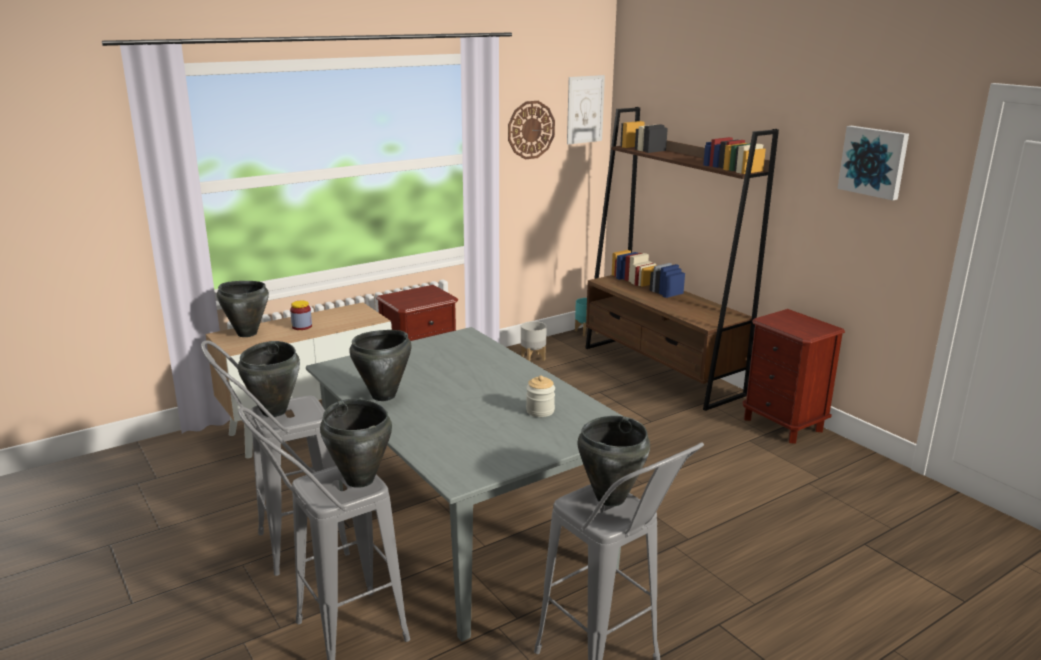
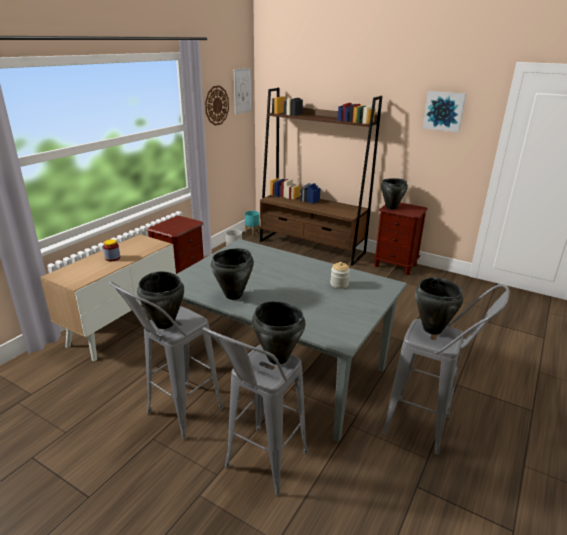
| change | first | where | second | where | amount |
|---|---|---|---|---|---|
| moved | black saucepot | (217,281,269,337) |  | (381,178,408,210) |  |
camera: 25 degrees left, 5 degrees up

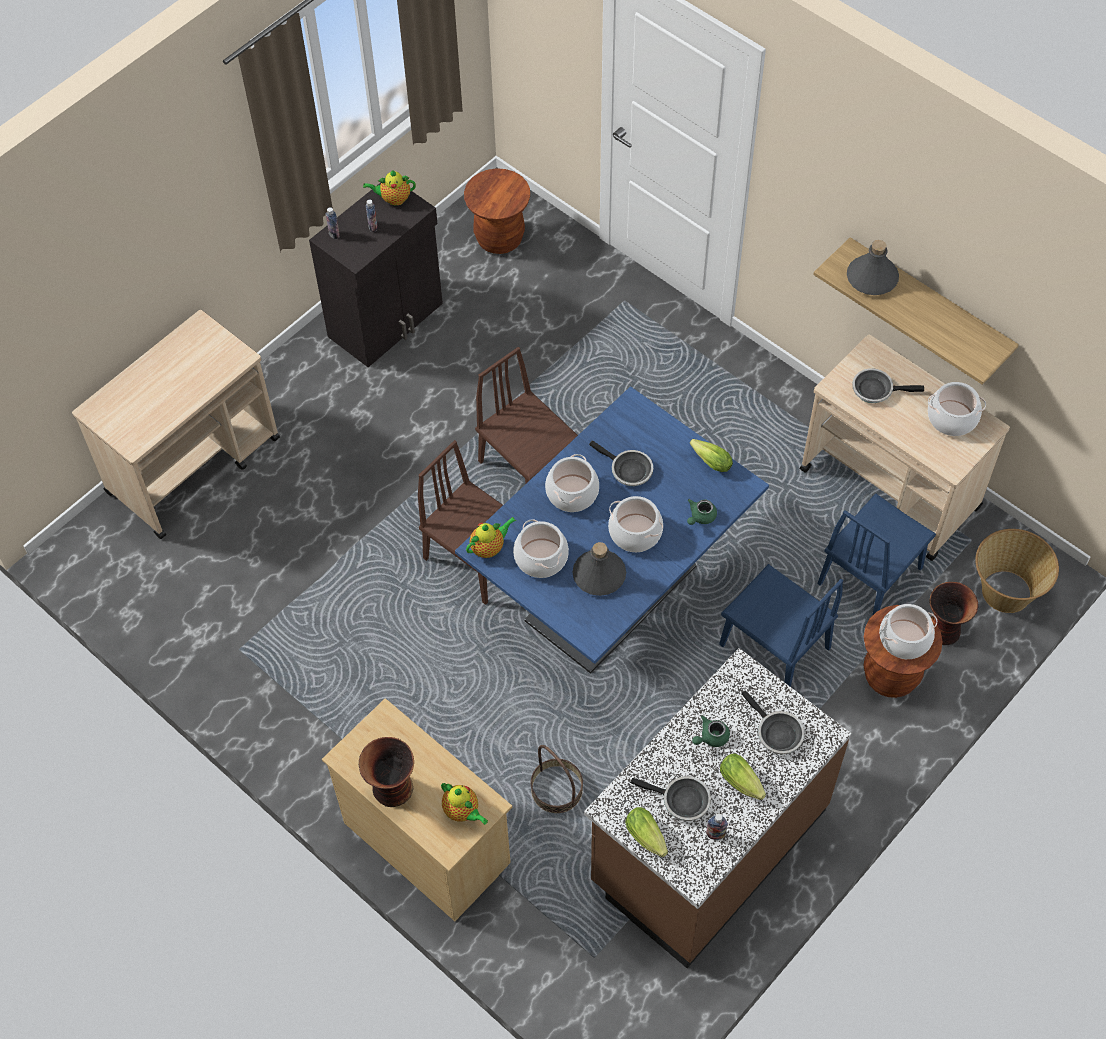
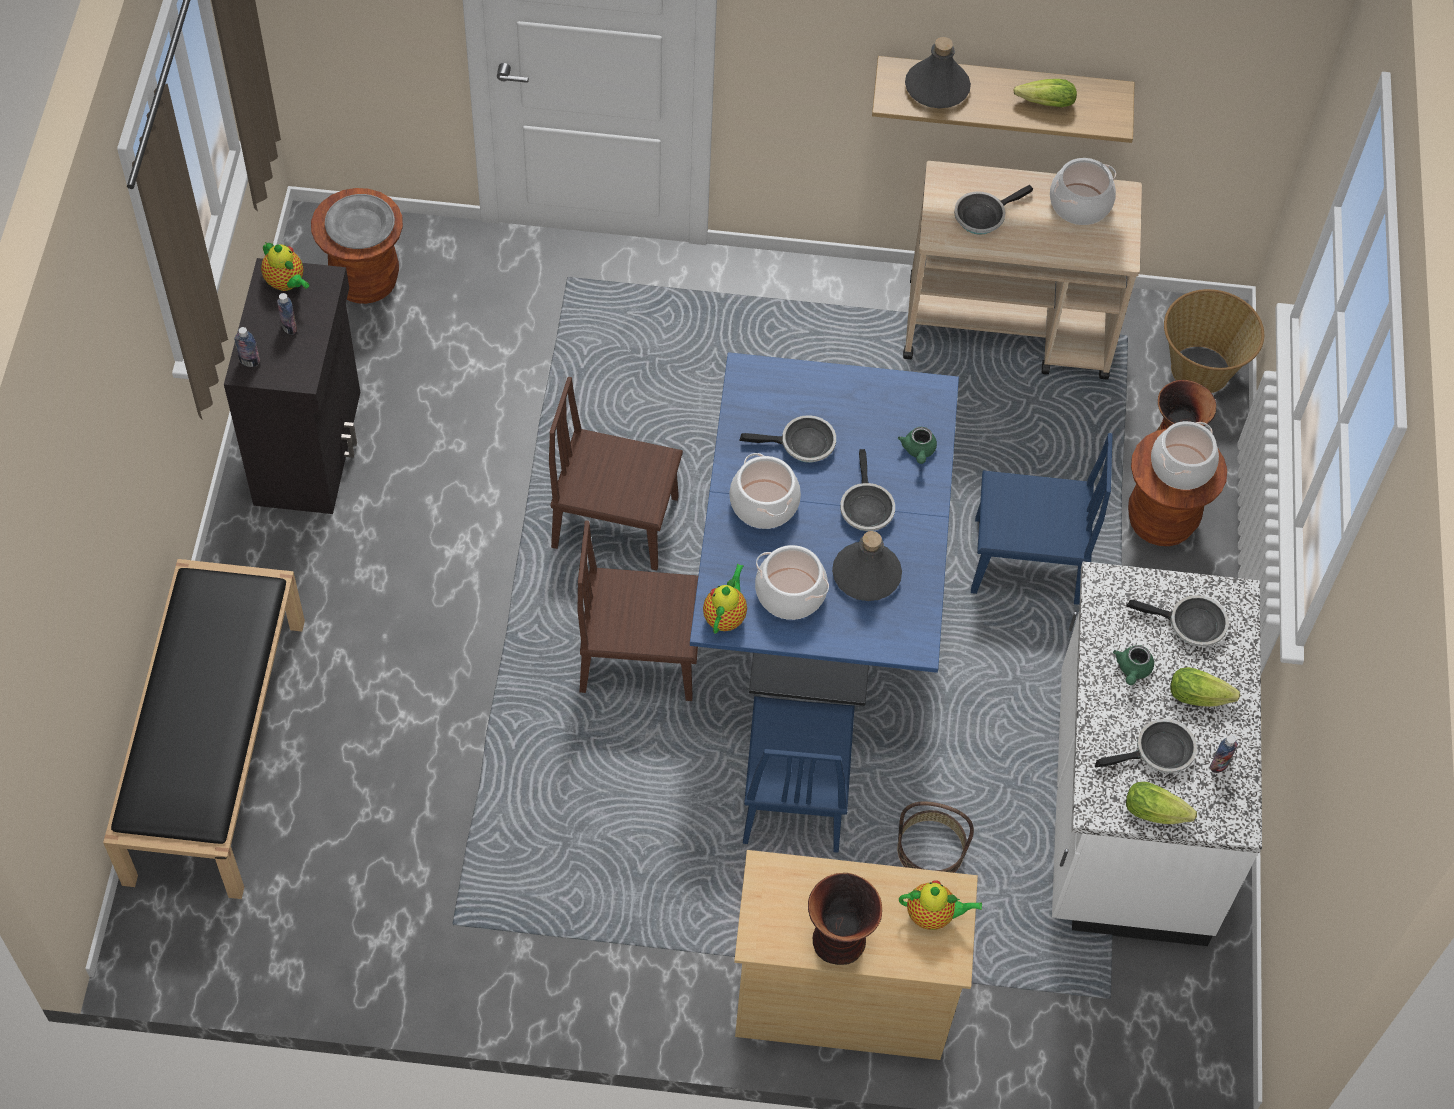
| change | first | where | second | where | amount |
|---|---|---|---|---|---|
| turned | pot for tea | (363,170,416,206) |  | (261,242,309,291) | 90 degrees counterclockwise |
| replaced | beige-coloured cart | (72,310,280,539) | black long seat | (103,559,305,899) |  |
| moved | head of lettuce | (690,439,733,472) |  | (1013,79,1077,107) |  |
| moved | blue-coloured upright chair | (817,494,936,616) |  | (743,696,855,853) |  |
| replaced | saucepot | (608,496,663,552) | skillet | (840,449,895,531) |  |
| recoloured | brownish kitchen base unit | (584,648,852,968) | white-coloured kitchen base unit | (1052,561,1262,946) |  |
| added |  |  | greyish plate | (325,194,395,249) |  |
camera: 40 degrees left, 0 degrees up

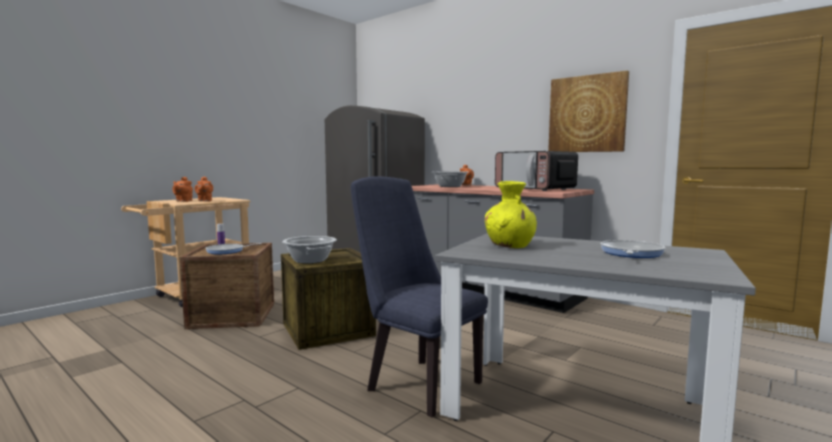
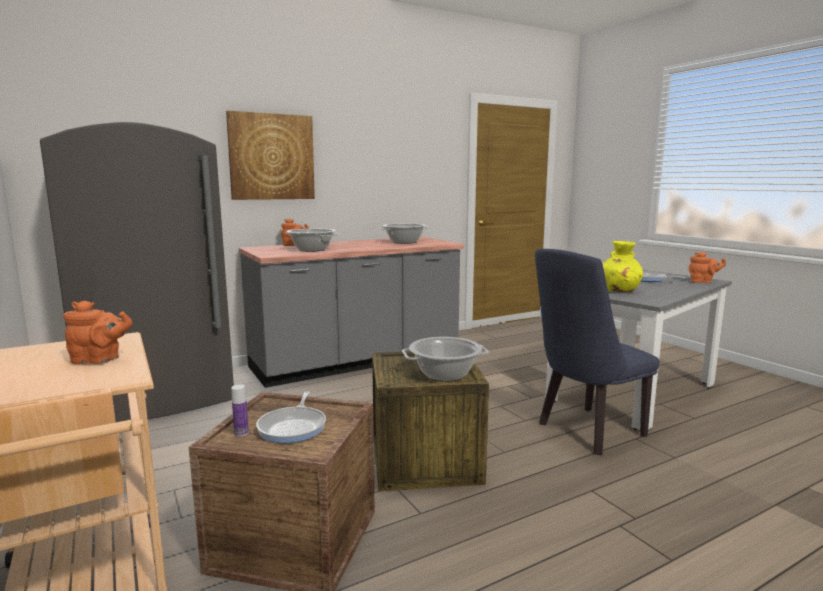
| change | first | where | second | where | amount |
|---|---|---|---|---|---|
| moved | wall picture | (548,71,629,152) |  | (226,111,315,200) |  |
| replaced | microwave oven | (495,151,578,191) | saucepot | (379,223,430,244) |  |
| moved | orange pot for tea | (172,177,193,202) |  | (688,252,726,283) |  |
camera: 70 degrees left, 5 degrees up

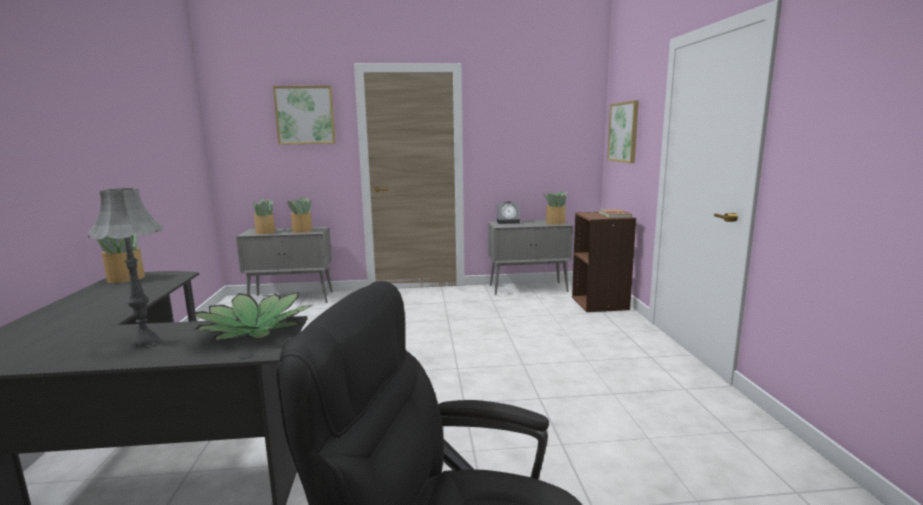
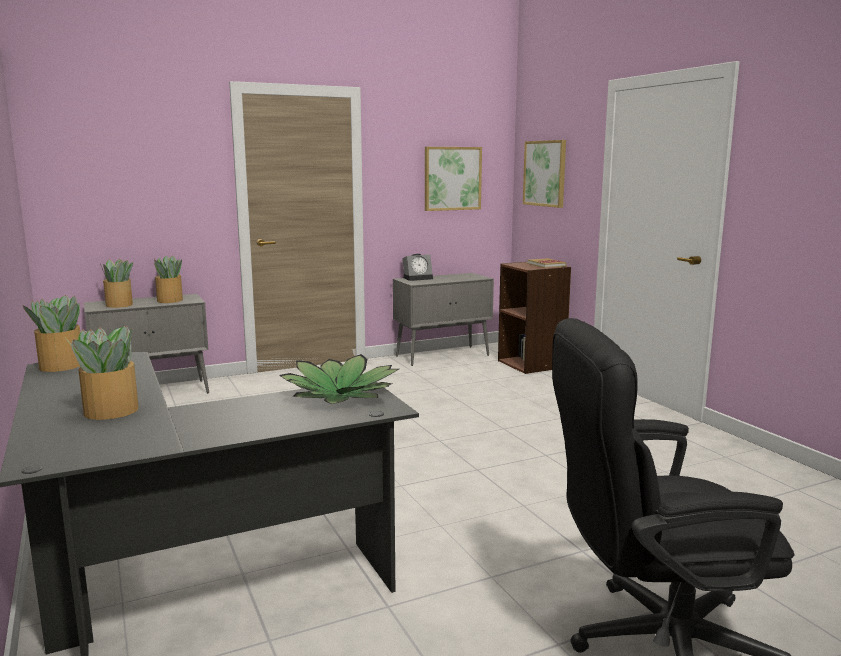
| change | first | where | second | where | amount |
|---|---|---|---|---|---|
| moved | wall picture | (273,86,336,145) |  | (425,147,482,211) |  |
| removed | greyish lamp for a table | (88,188,163,348) |  |  |  |
| moved | potted plant | (543,191,567,225) |  | (63,325,139,420) |  |
camera: 20 degrees left, 0 degrees up

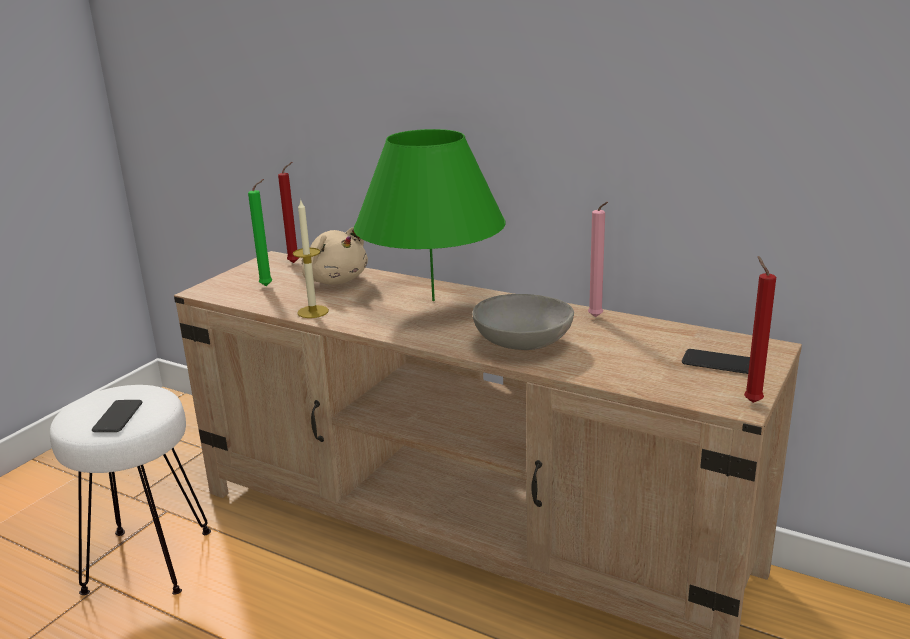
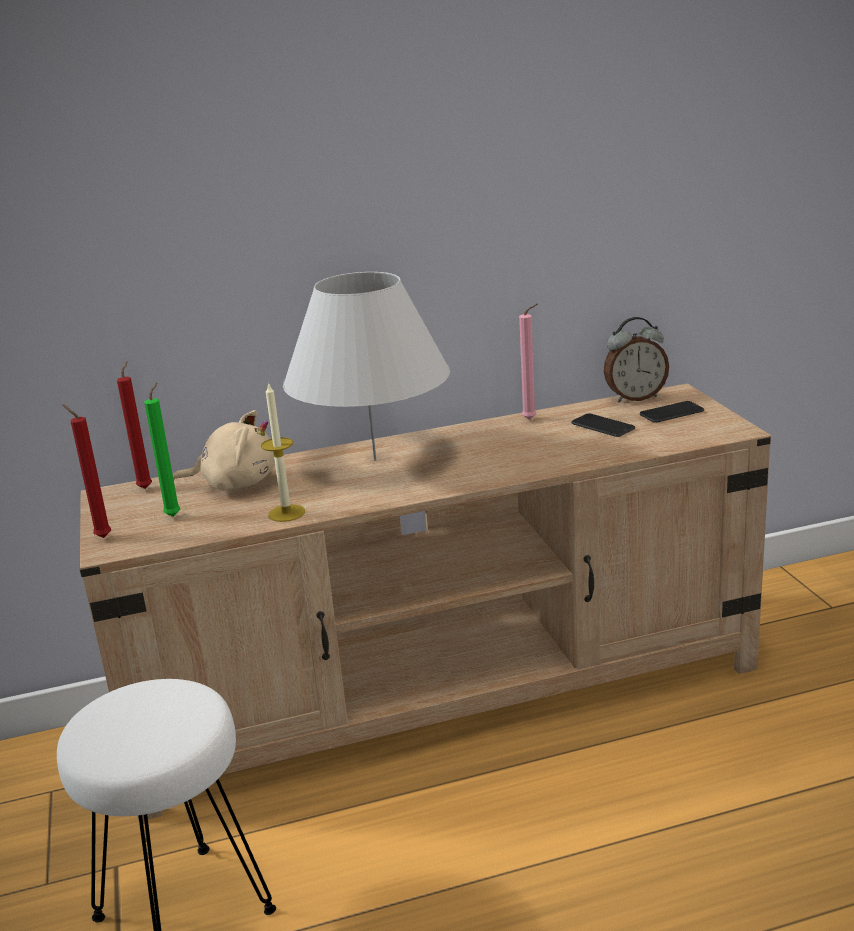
| change | first | where | second | where | amount |
|---|---|---|---|---|---|
| recoloured | green lamp for a table | (354,129,505,301) | white-coloured lamp for a table | (283,272,450,461) |  |
| moved | reddish candle | (744,256,776,403) |  | (62,404,111,538) |  |
| removed | greyish bowl | (472,294,574,350) |  |  |  |
| moved | telephone | (92,400,142,432) |  | (571,413,635,437) |  |
| added |  |  | bedside clock | (604,317,669,402) |  |
camera: 45 degrees left, 0 degrees up

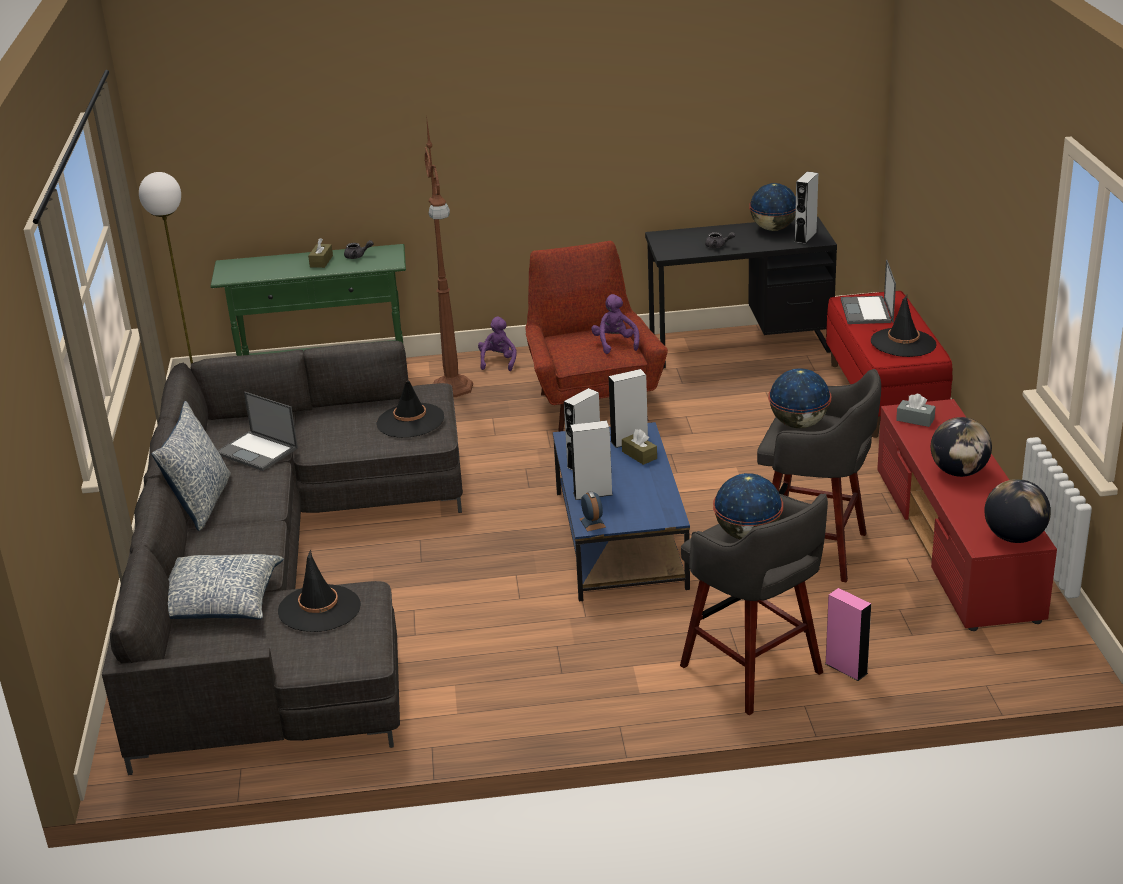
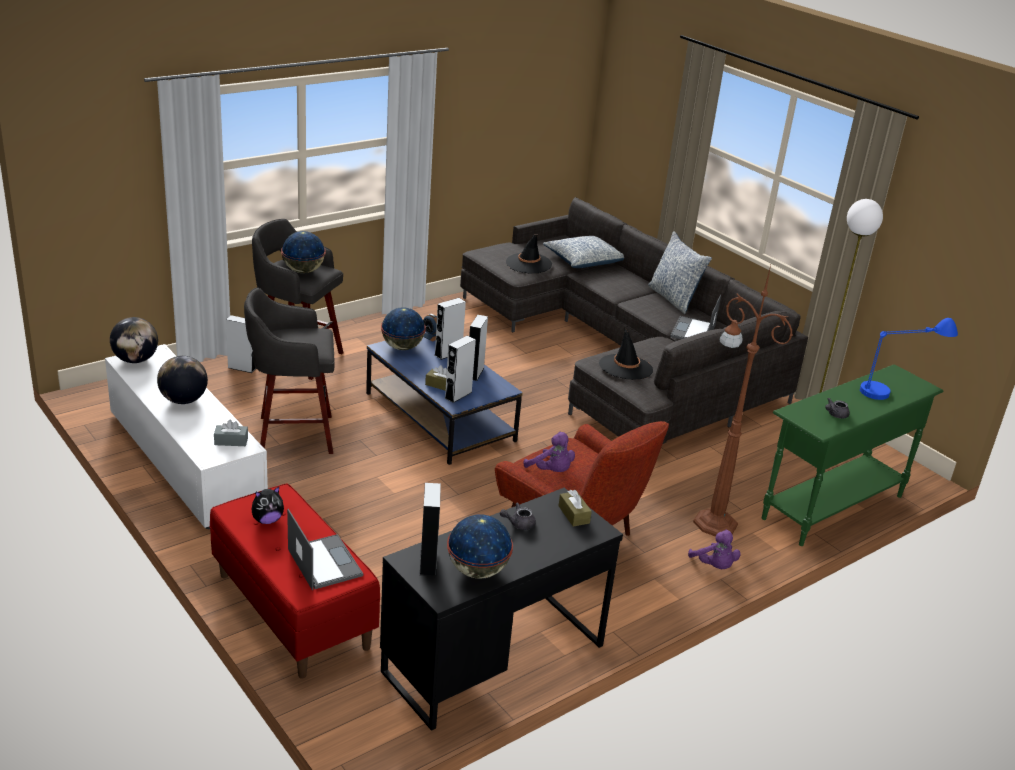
| change | first | where | second | where | amount |
|---|---|---|---|---|---|
| moved | brownish tissue box | (308,238,333,268) |  | (559,490,592,527) |  |
| replaced | black wearable hat | (871,295,937,357) | plush toy | (252,487,284,524) |  |
| moved | desk globe | (768,368,831,428) |  | (381,307,426,350) |  |
| turned | notebook computer | (218,391,298,471) |  | (670,294,721,339) | 75 degrees counterclockwise |
| recoloured | reddish tv unit | (877,399,1057,631) | white-coloured tv unit | (105,344,268,529) |  |
| recoloured | pink loudspeaker | (825,588,871,681) | greyish loudspeaker | (226,315,255,373) |  |
| added |  |  | blue-coloured lamp for a table | (860,318,958,400) |  |
camera: 145 degrees right, 0 degrees up

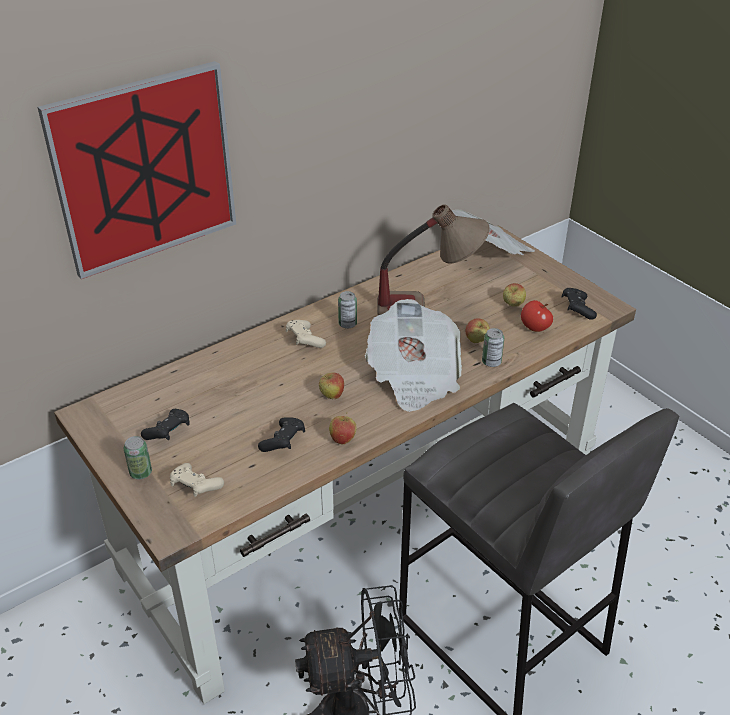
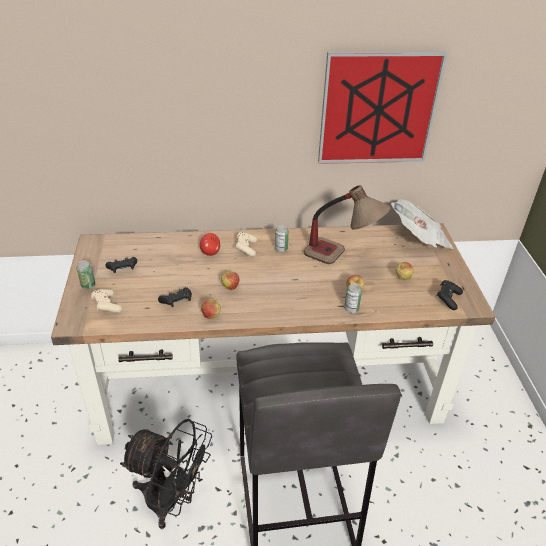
| change | first | where | second | where | amount |
|---|---|---|---|---|---|
| moved | wall picture | (38,61,236,279) |  | (318,51,448,164) |  |
| removed | daily paper | (365,299,462,412) |  |  |  |
| moved | whole apple | (521,300,553,332) |  | (200,233,220,256) |  |
camera: 30 degrees right, 0 degrees up

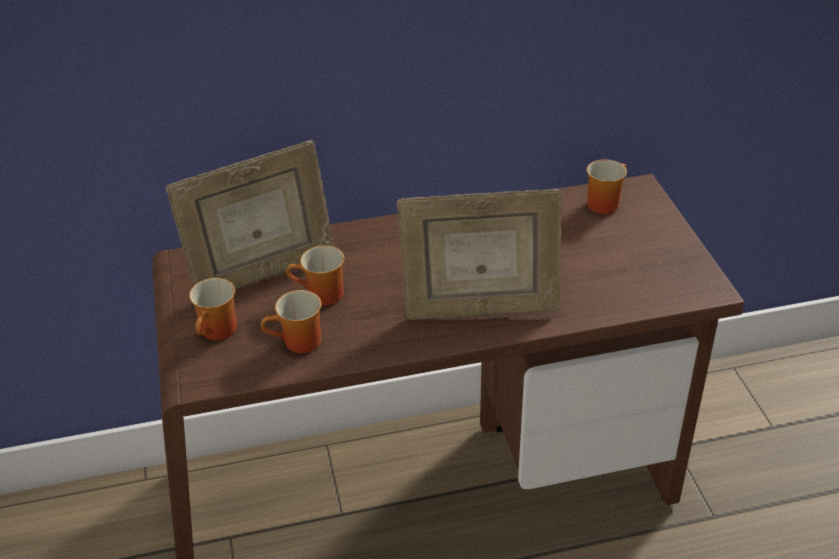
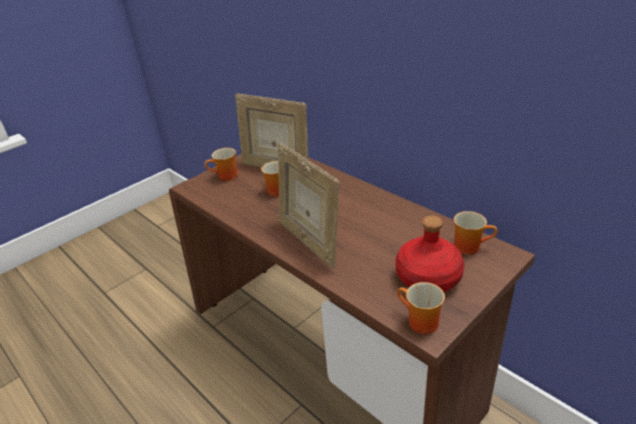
| change | first | where | second | where | amount |
|---|---|---|---|---|---|
| moved | coffee mug | (261,290,322,353) |  | (397,282,445,334) |  |
| added |  |  | reddish bottle | (396,216,465,292) |  |
camera: 60 degrees right, 5 degrees down

